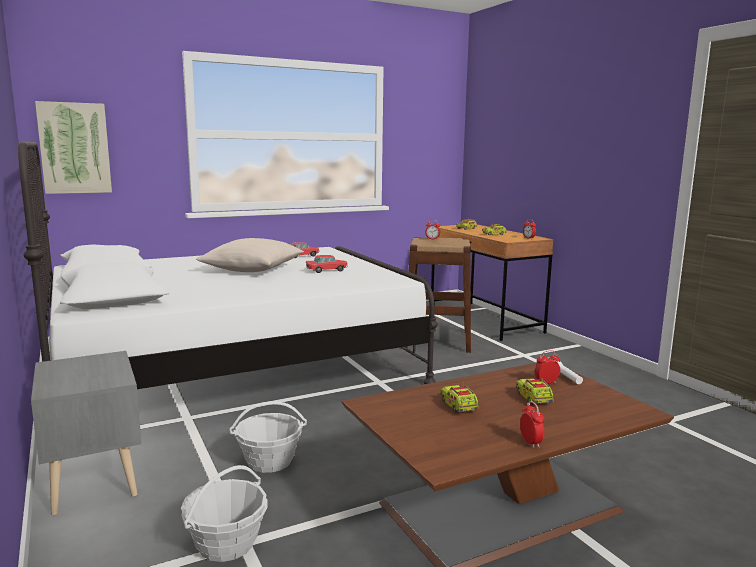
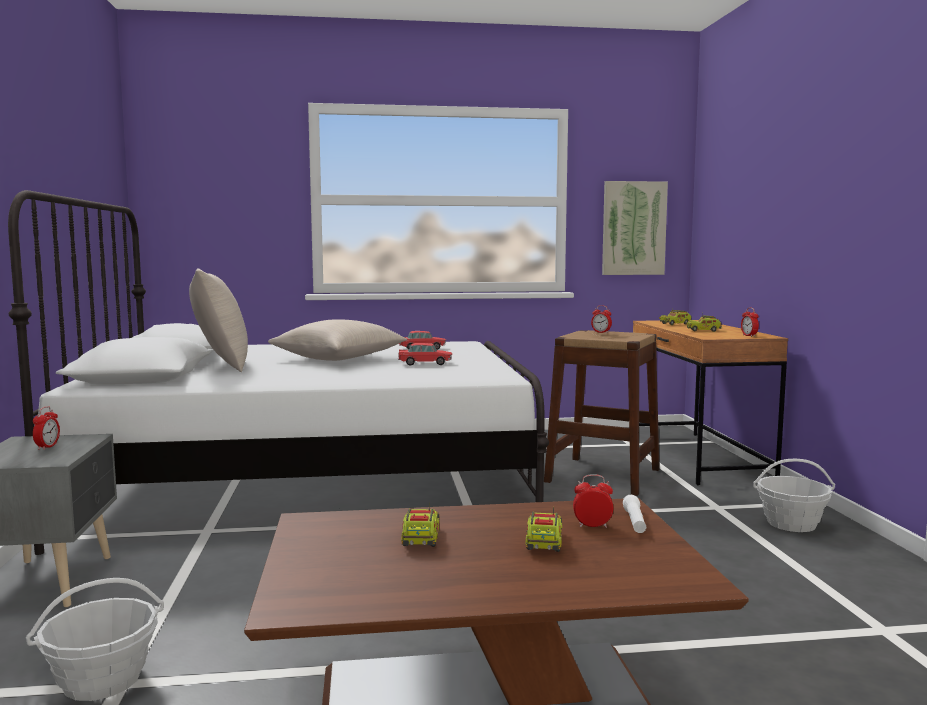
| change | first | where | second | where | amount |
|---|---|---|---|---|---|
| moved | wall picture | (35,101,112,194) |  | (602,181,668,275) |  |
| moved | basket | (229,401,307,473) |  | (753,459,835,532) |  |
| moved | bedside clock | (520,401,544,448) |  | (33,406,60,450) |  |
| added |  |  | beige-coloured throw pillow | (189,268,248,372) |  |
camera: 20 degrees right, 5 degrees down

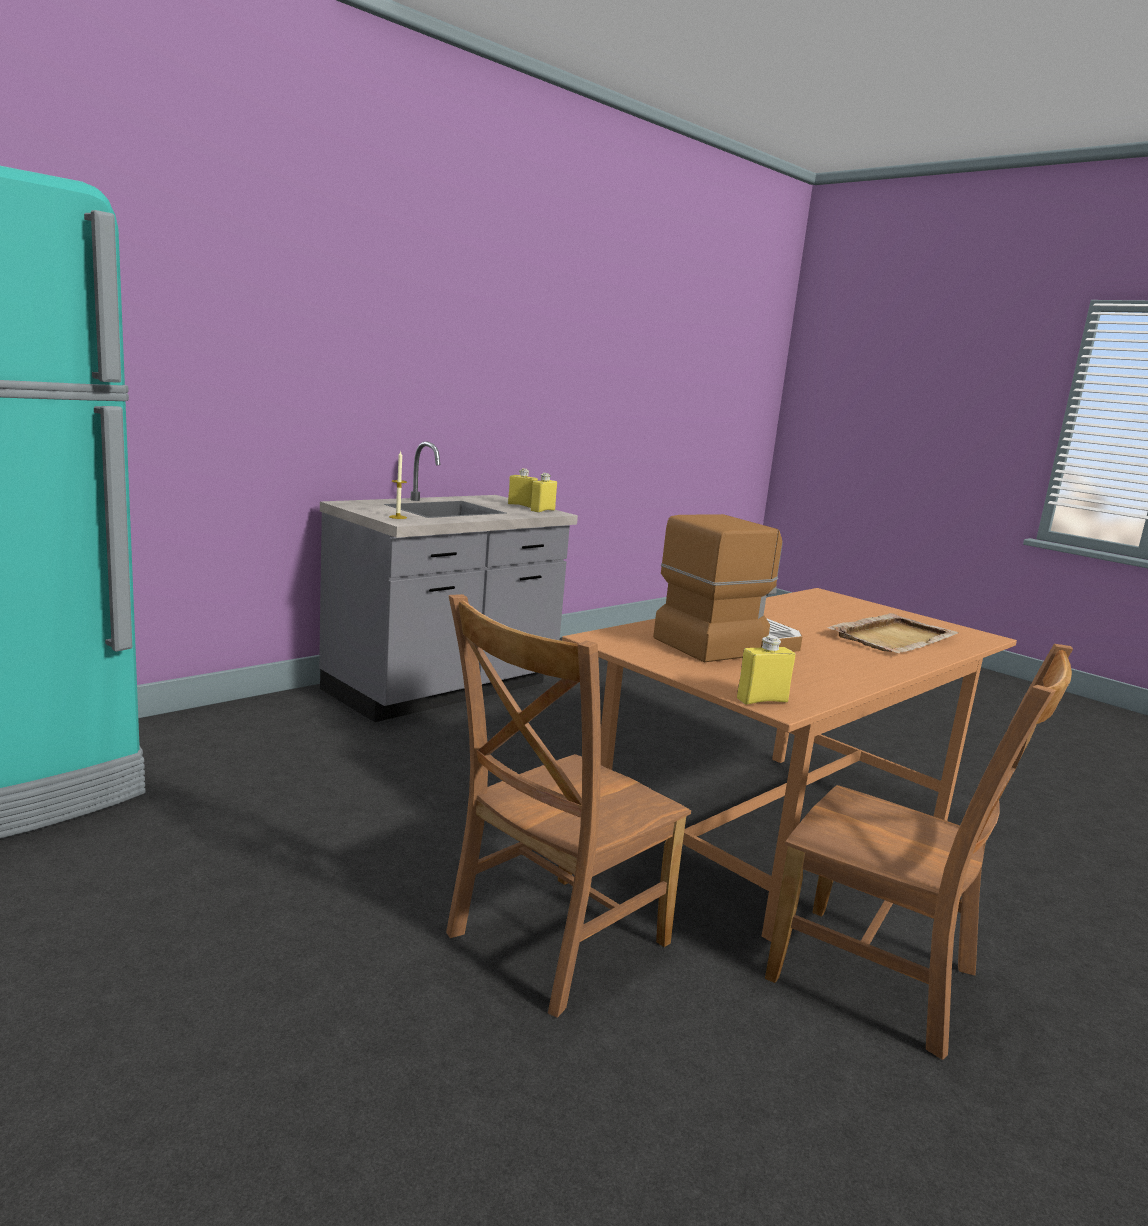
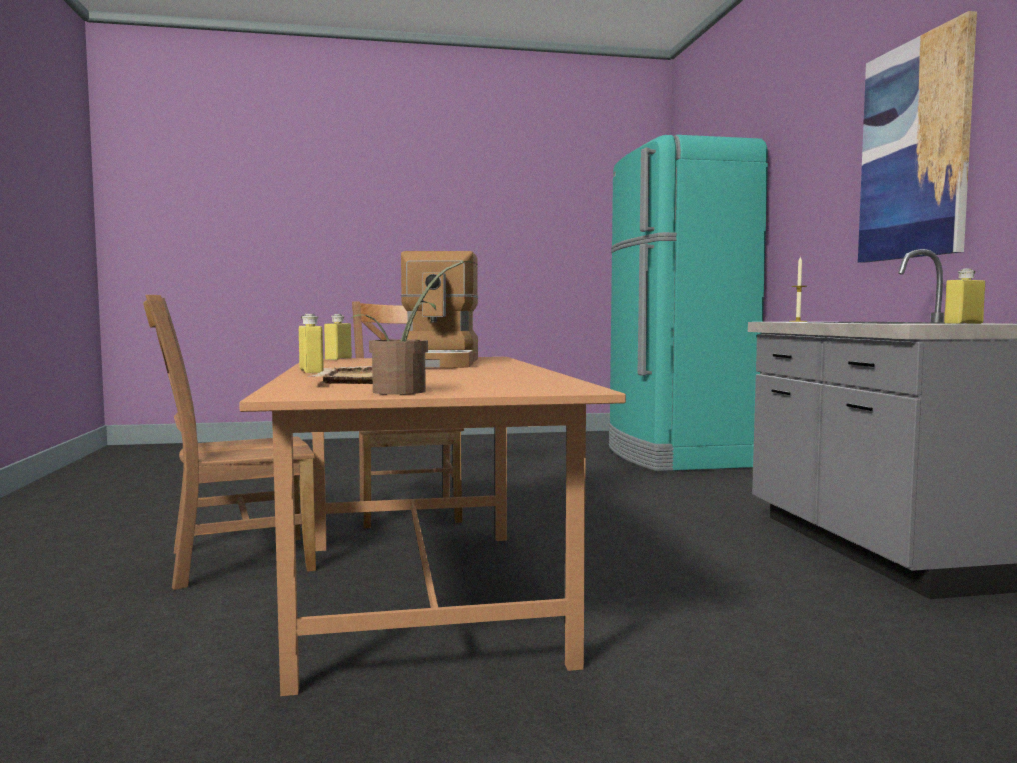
| change | first | where | second | where | amount |
|---|---|---|---|---|---|
| moved | yellow bottle | (531,473,557,512) |  | (299,314,324,373) |  |
| added |  |  | wall picture | (858,11,977,263) |  |
| added |  |  | potted plant | (352,261,480,395) |  |
camera: 125 degrees right, 10 degrees down

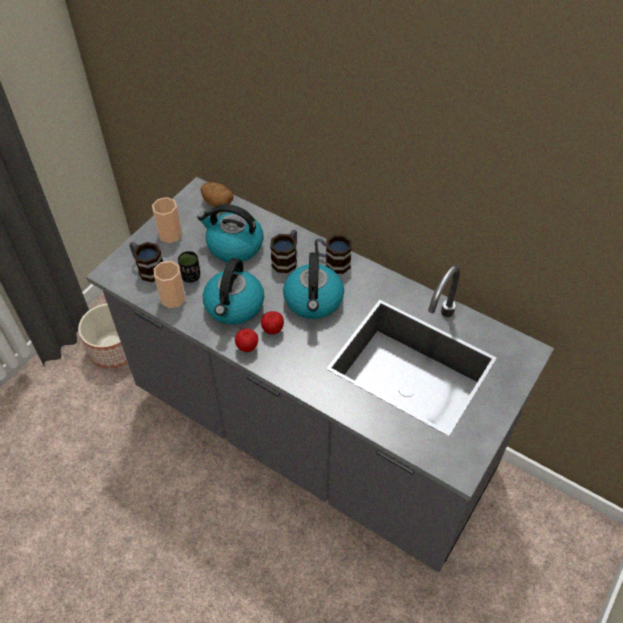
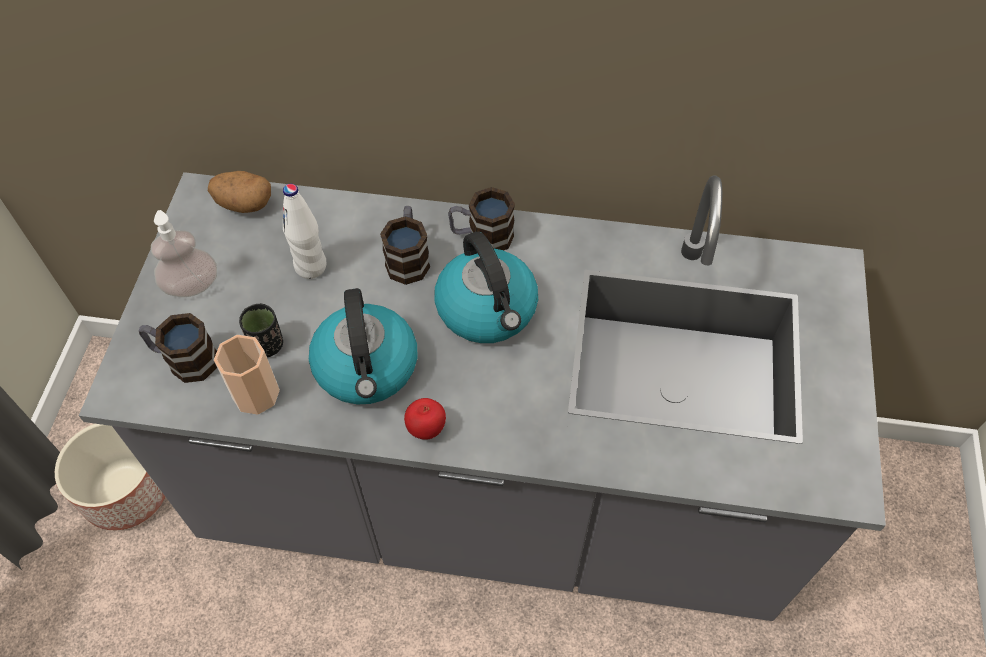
| change | first | where | second | where | amount |
|---|---|---|---|---|---|
| replaced | cup | (152,197,183,243) | liquid soap bottle | (151,210,217,297) |  |
| replaced | tea kettle | (197,204,264,262) | white-coloured bottle | (283,184,326,279) |  |
| removed | whole apple | (261,311,284,334) |  |  |  |
camera: 25 degrees left, 5 degrees up

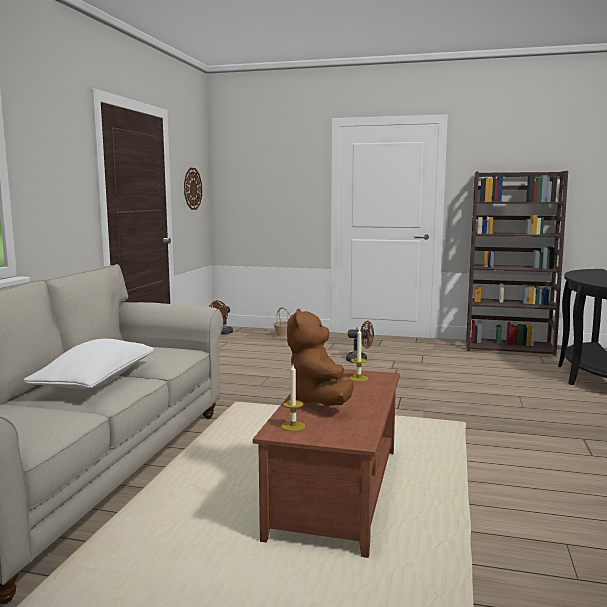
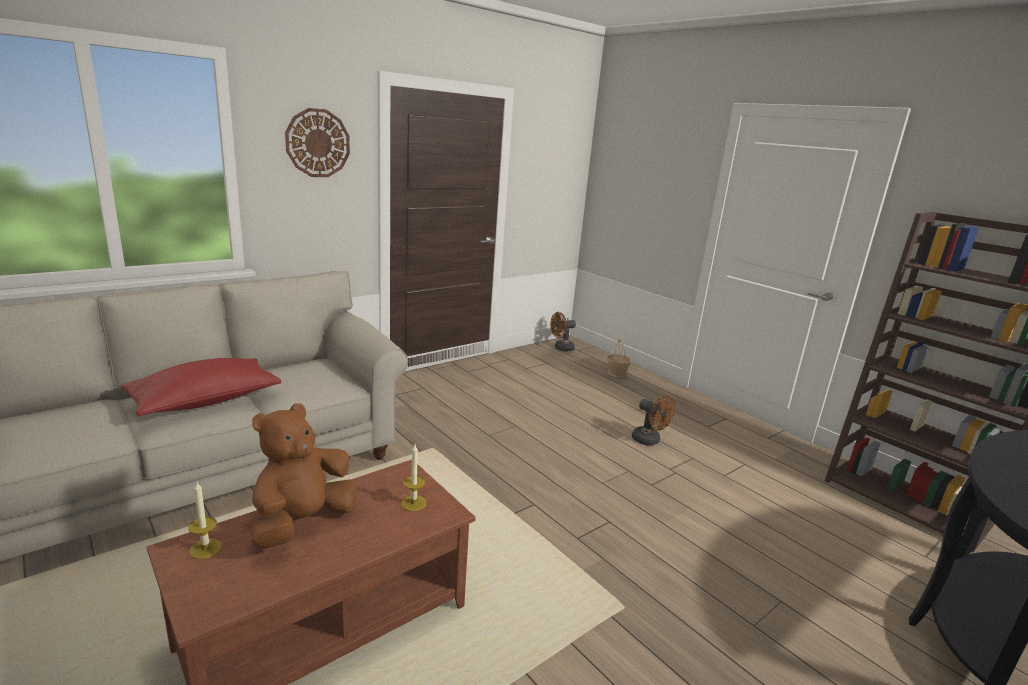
| change | first | where | second | where | amount |
|---|---|---|---|---|---|
| moved | hanging clock | (184,168,202,210) |  | (285,108,350,177) |  |
| recoloured | white-coloured throw pillow | (23,339,154,389) | reddish throw pillow | (121,358,281,416) |  |
camera: 35 degrees right, 10 degrees up

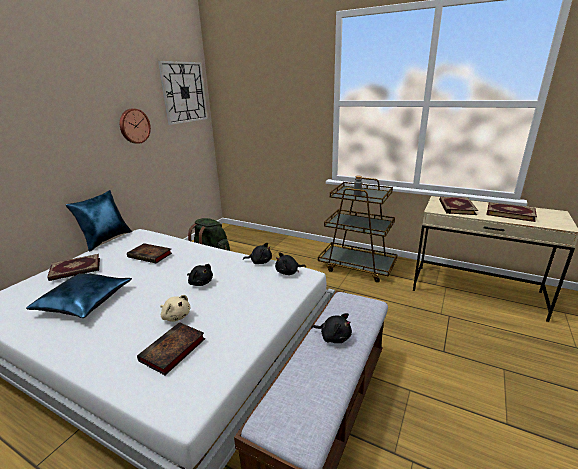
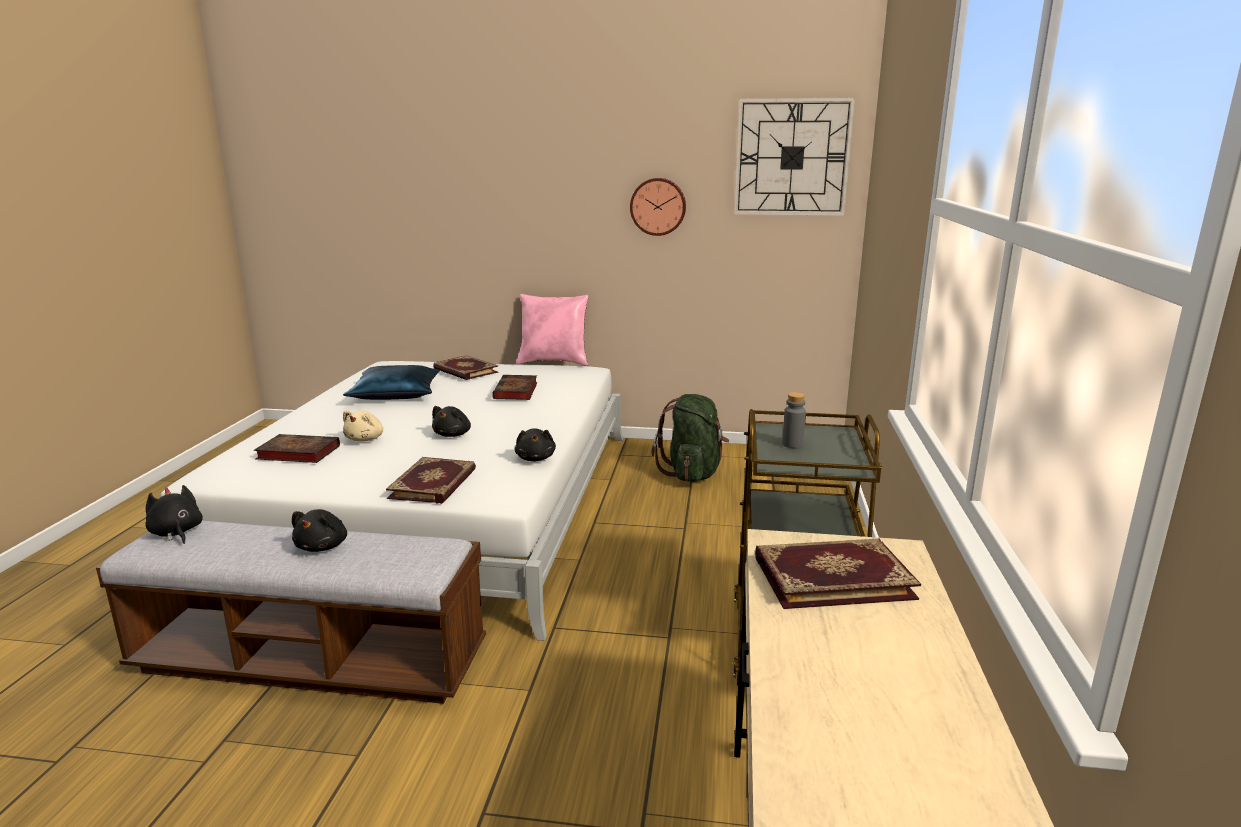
| change | first | where | second | where | amount |
|---|---|---|---|---|---|
| recoloured | blue-coloured throw pillow | (66,190,132,252) | pink throw pillow | (516,294,589,366) |  |
| moved | bound book | (486,202,537,222) |  | (386,457,476,504) |  |
| moved | black plush toy | (275,252,306,275) |  | (145,485,203,544) |  |
camera: 70 degrees right, 5 degrees down

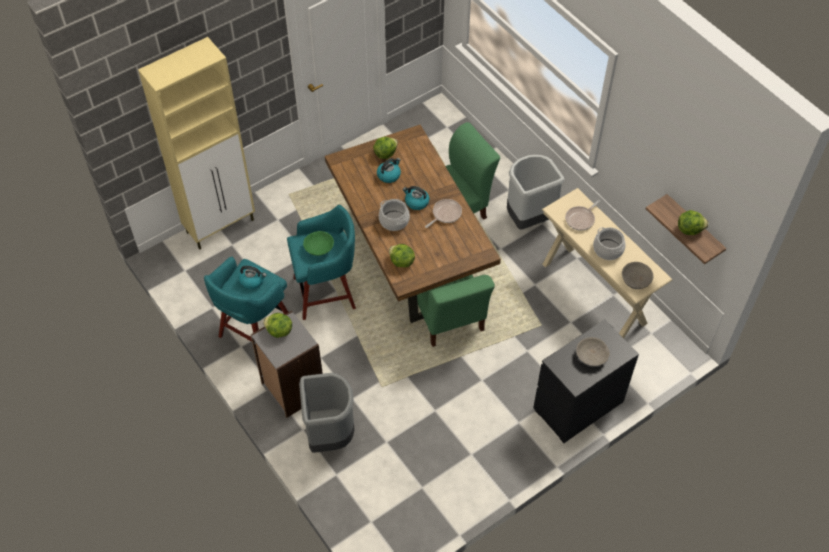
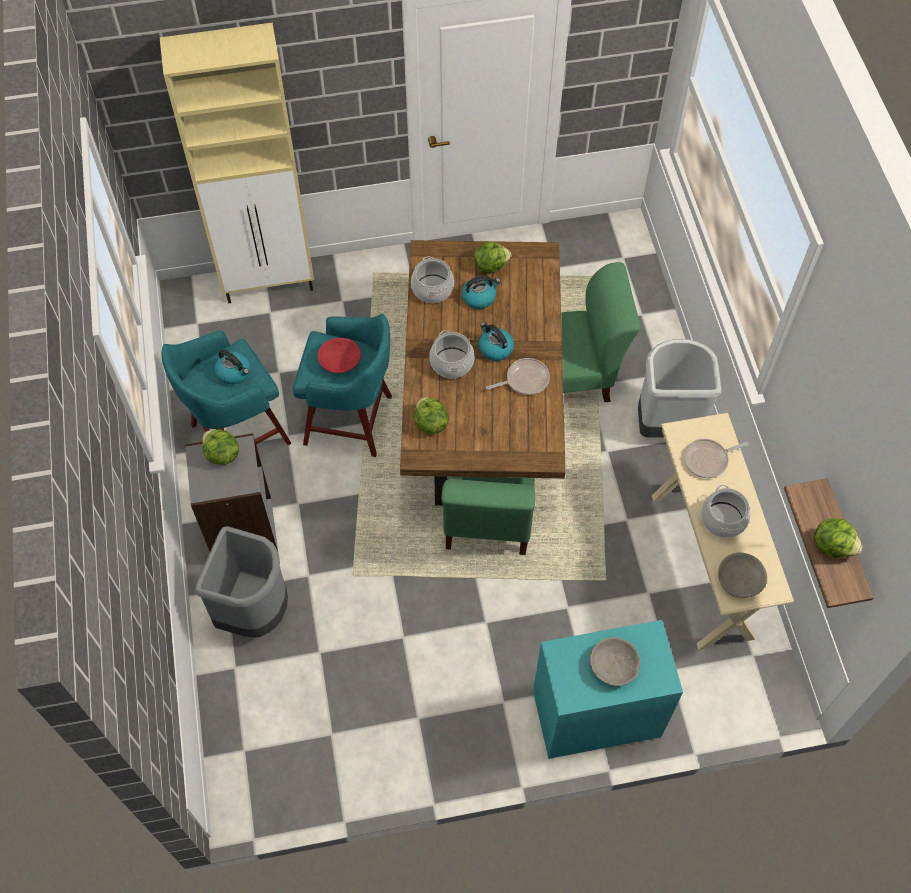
| change | first | where | second | where | amount |
|---|---|---|---|---|---|
| recoloured | green bowl | (303,231,334,256) | reddish bowl | (318,338,361,373) |  |
| recoloured | black chest of drawers | (533,320,639,443) | turquoise-coloured chest of drawers | (533,620,683,759) |  |
| added |  |  | saucepot | (411,256,454,303) |  |
camera: 25 degrees right, 5 degrees up

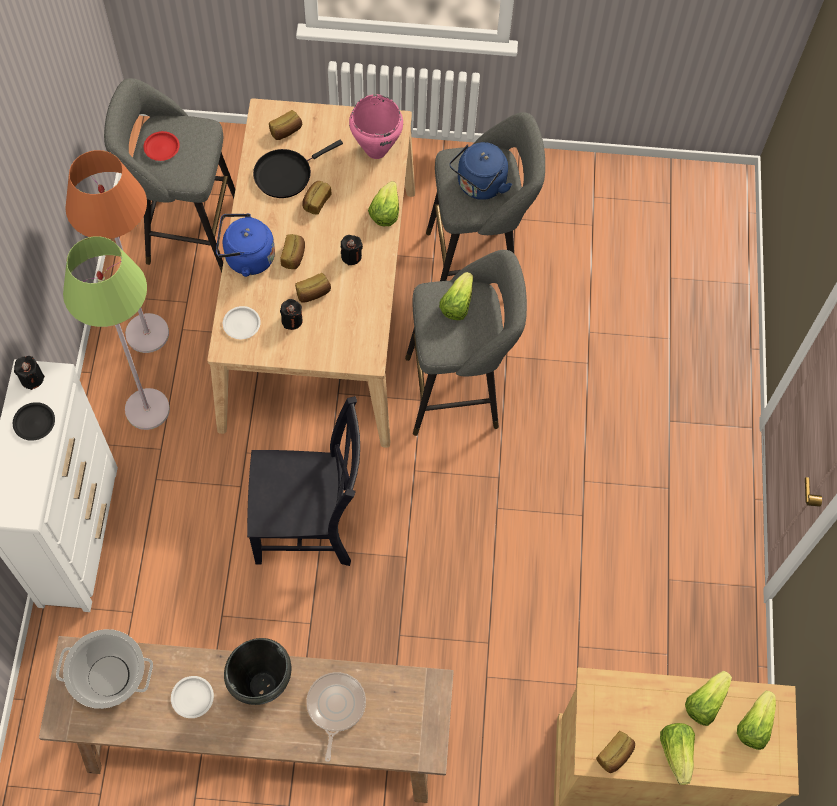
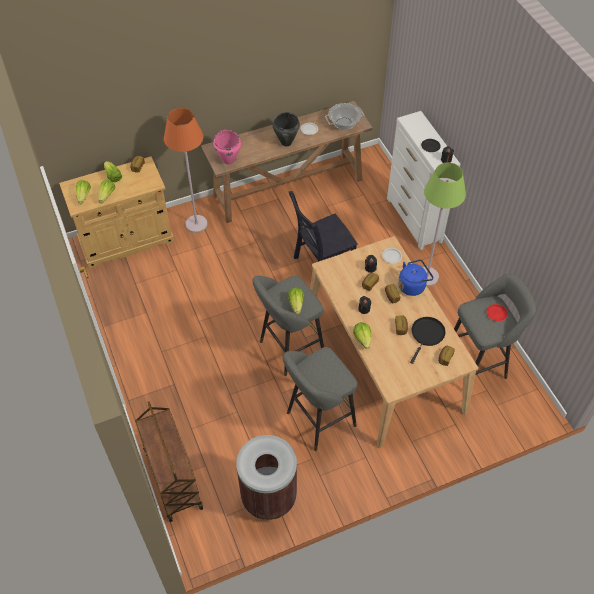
| change | first | where | second | where | amount |
|---|---|---|---|---|---|
| moved | pink saucepot | (349,94,403,159) |  | (213,130,241,165) |  |
| removed | blue-coloured tea kettle | (449,142,512,200) |  |  |  |
| moved | orange floor lamp | (65,150,169,353) |  | (164,108,208,233) |  |
| removed | skillet | (306,672,366,762) |  |  |  |
| added |  |  | brownish cart | (135,402,203,522) |  |
| added |  |  | brownish rubbish bin | (236,435,297,520) |  |
camera: 155 degrees right, 10 degrees down

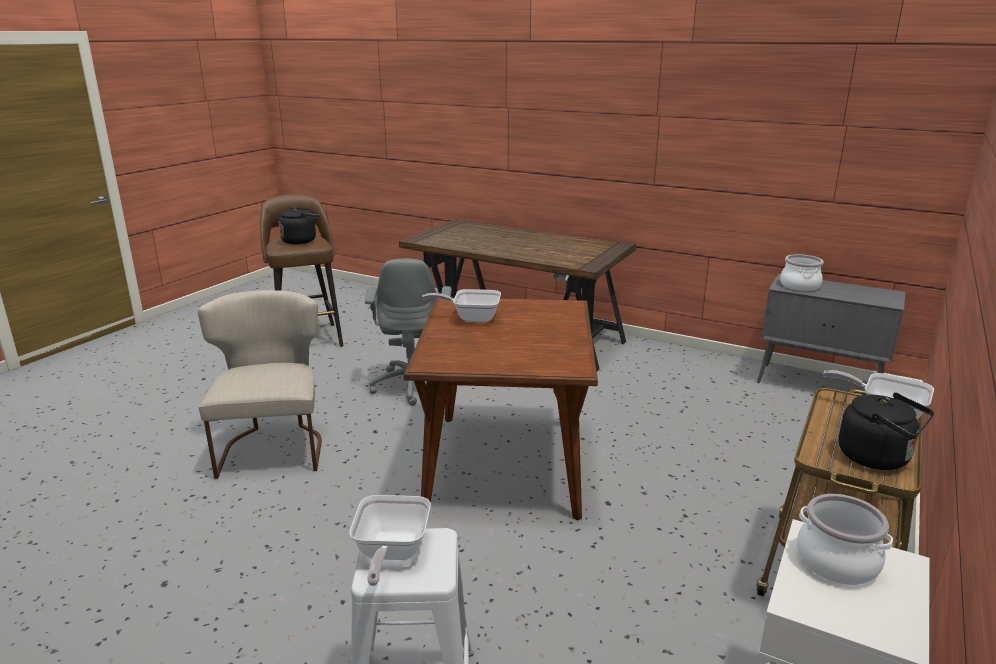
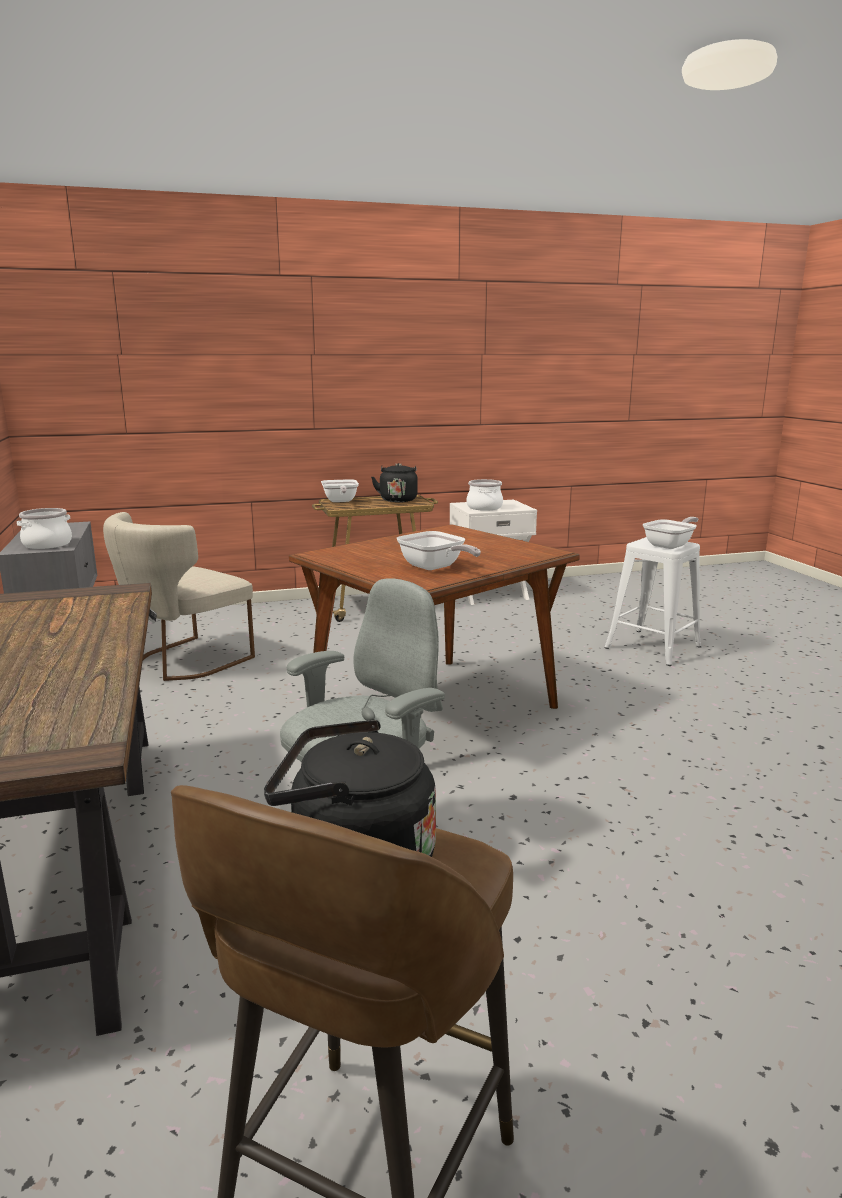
| change | first | where | second | where | amount |
|---|---|---|---|---|---|
| moved | beige-coloured upright chair | (198,290,322,479) |  | (103,512,255,681) |  |
camera: 135 degrees left, 5 degrees down

